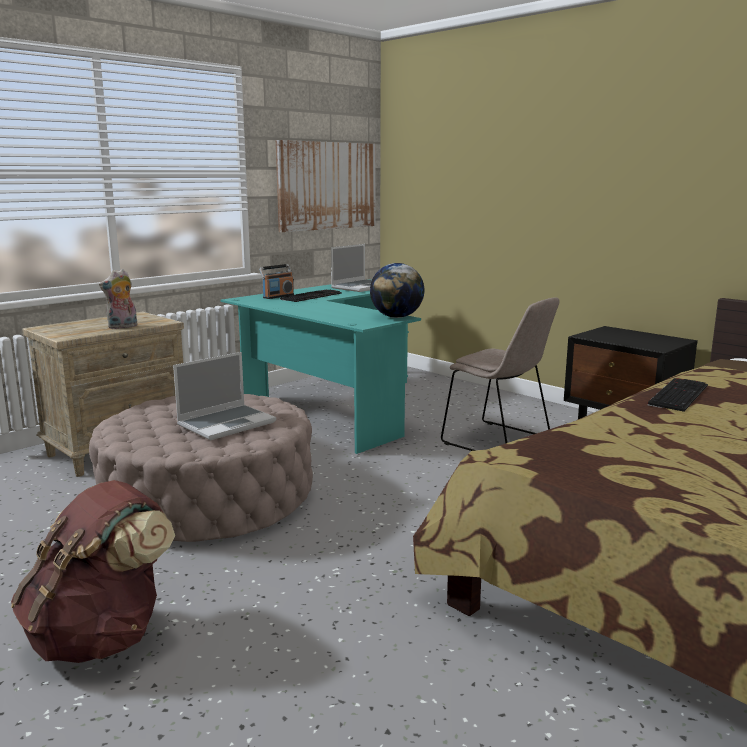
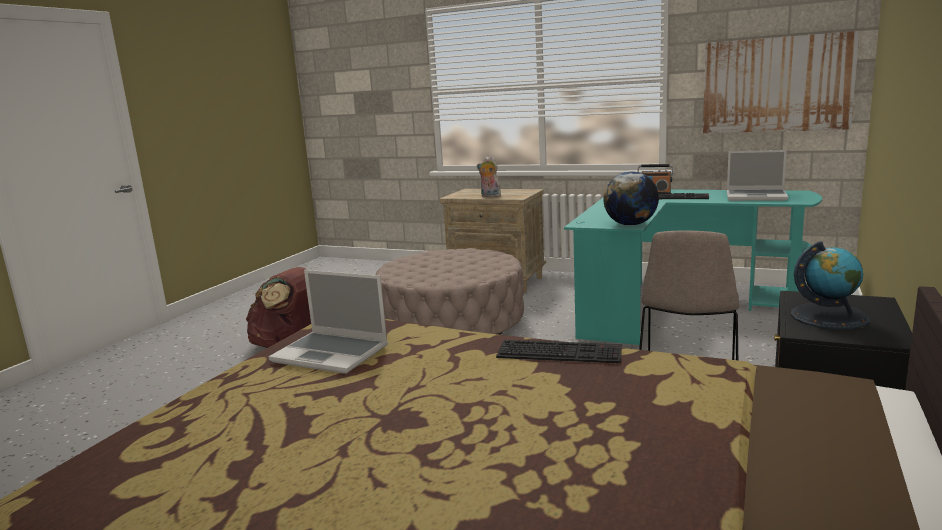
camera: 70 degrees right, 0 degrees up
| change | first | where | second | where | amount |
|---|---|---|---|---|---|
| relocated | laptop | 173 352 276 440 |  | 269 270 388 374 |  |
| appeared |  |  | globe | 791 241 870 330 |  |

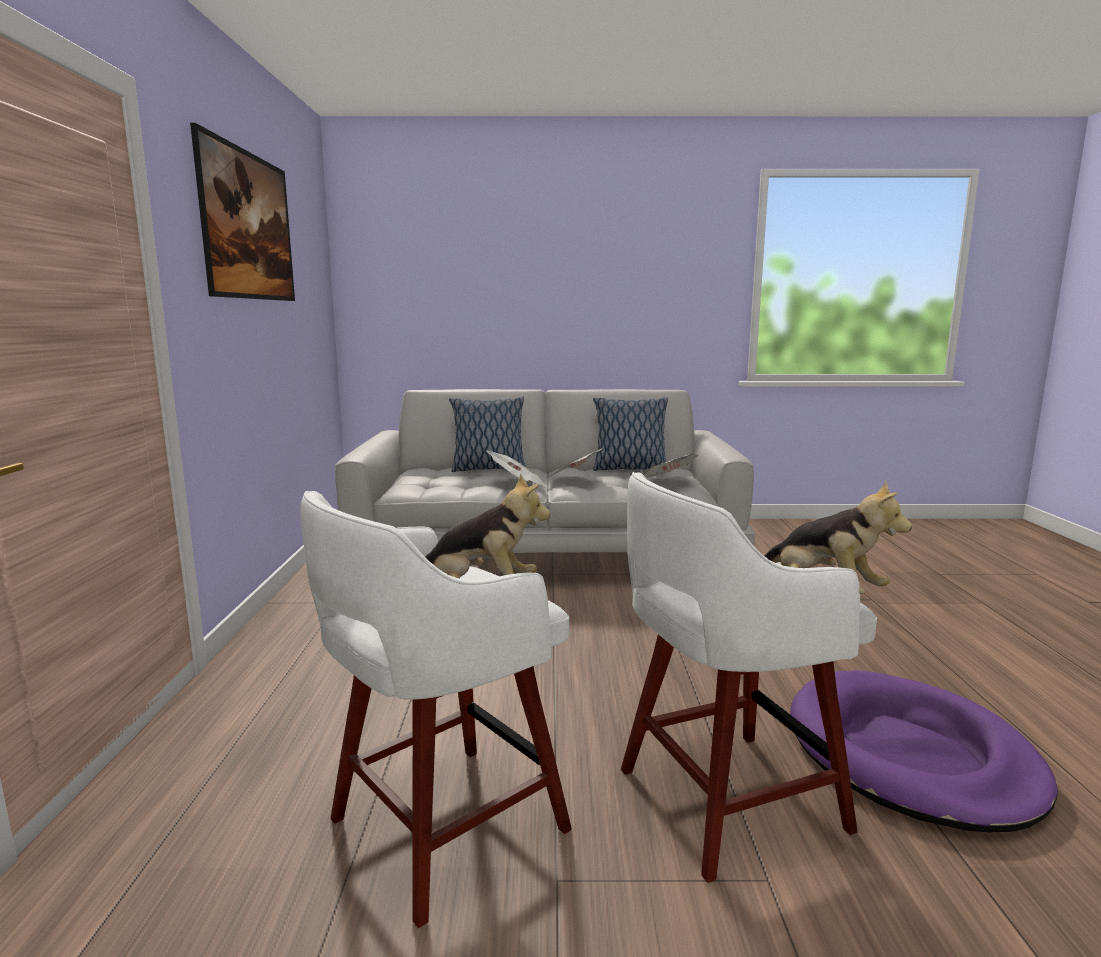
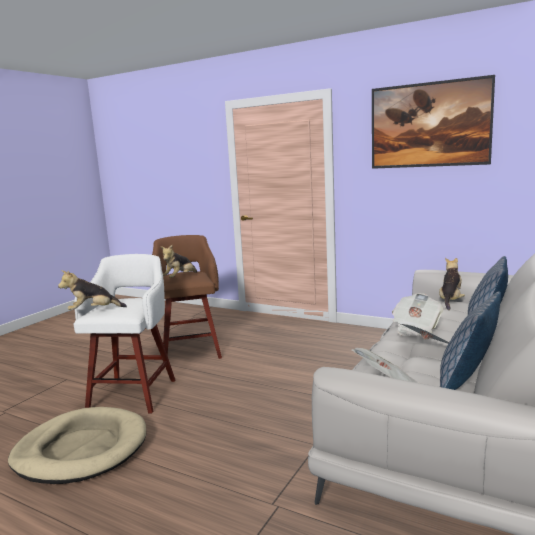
camera: 120 degrees right, 0 degrees up
| change | first | where | second | where | amount |
|---|---|---|---|---|---|
| colour | dog bed/purple | 790 670 1058 832 | dog bed/beige | 8 407 146 484 |  |
| colour | stool/white | 300 491 572 928 | stool/brown | 152 235 222 359 |  |
| appeared |  |  | plush toy | 439 258 465 310 |  |

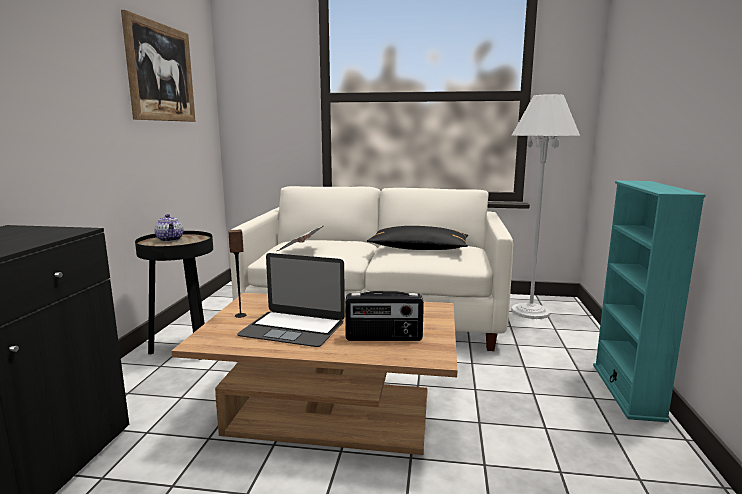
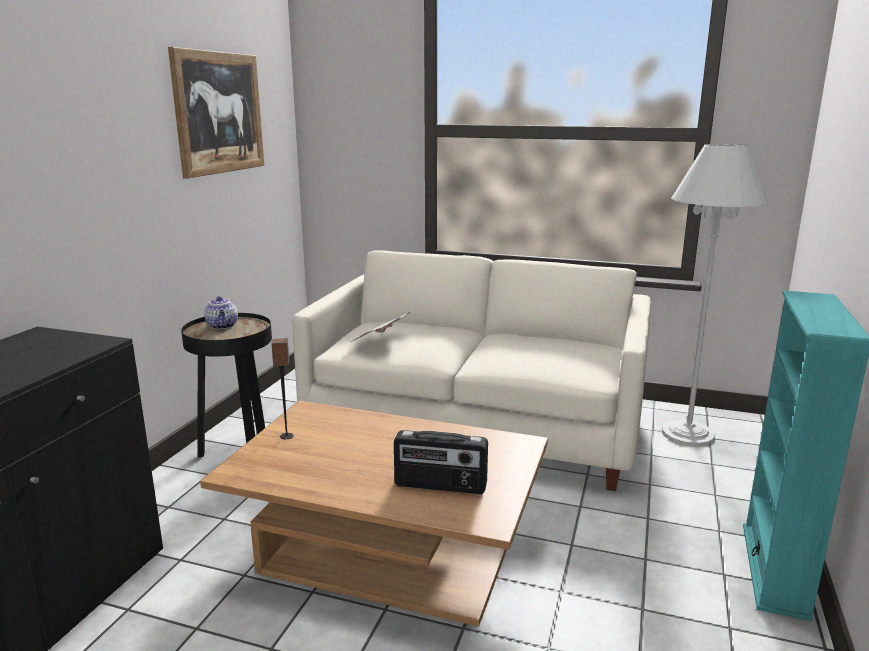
camera: 10 degrees right, 5 degrees up
| change | first | where | second | where | amount |
|---|---|---|---|---|---|
| missing | laptop | 237 253 345 347 |  |  |  |
| missing | pillow/black | 367 226 468 250 |  |  |  |

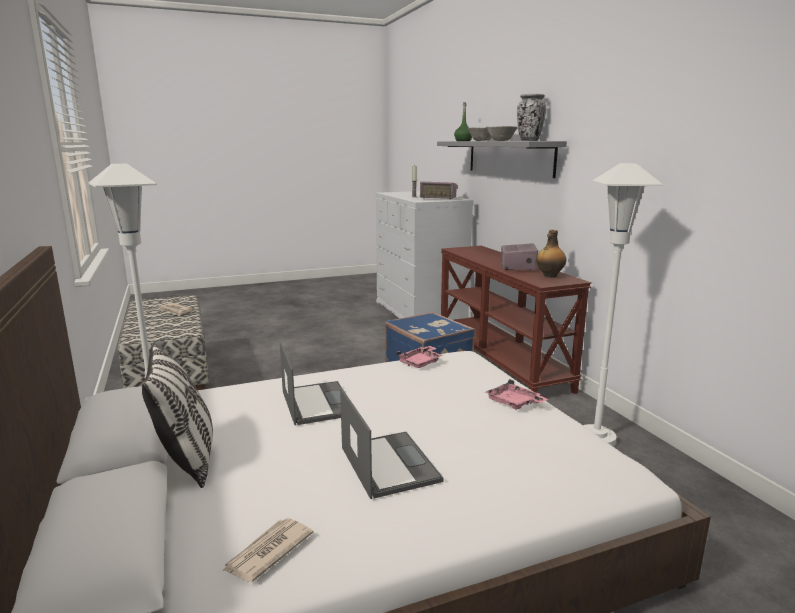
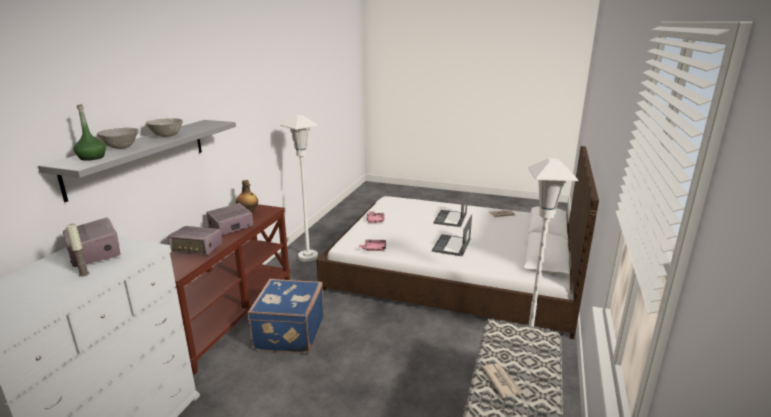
camera: 140 degrees left, 5 degrees up
| change | first | where | second | where | amount |
|---|---|---|---|---|---|
| appeared |  |  | radio | 168 226 222 255 |  |
| missing | pillow | 142 343 213 488 |  |  |  |
| missing | vase | 517 94 546 141 |  |  |  |

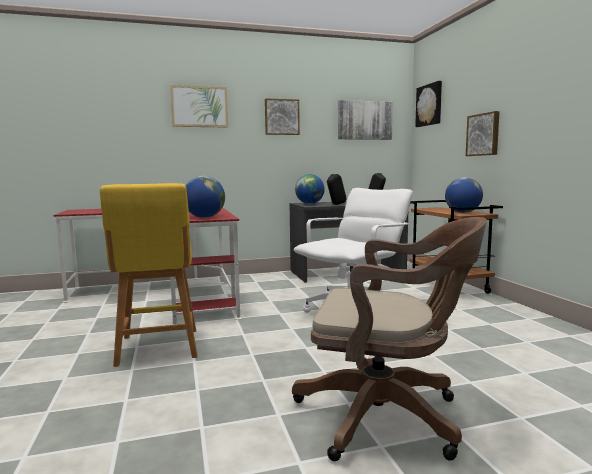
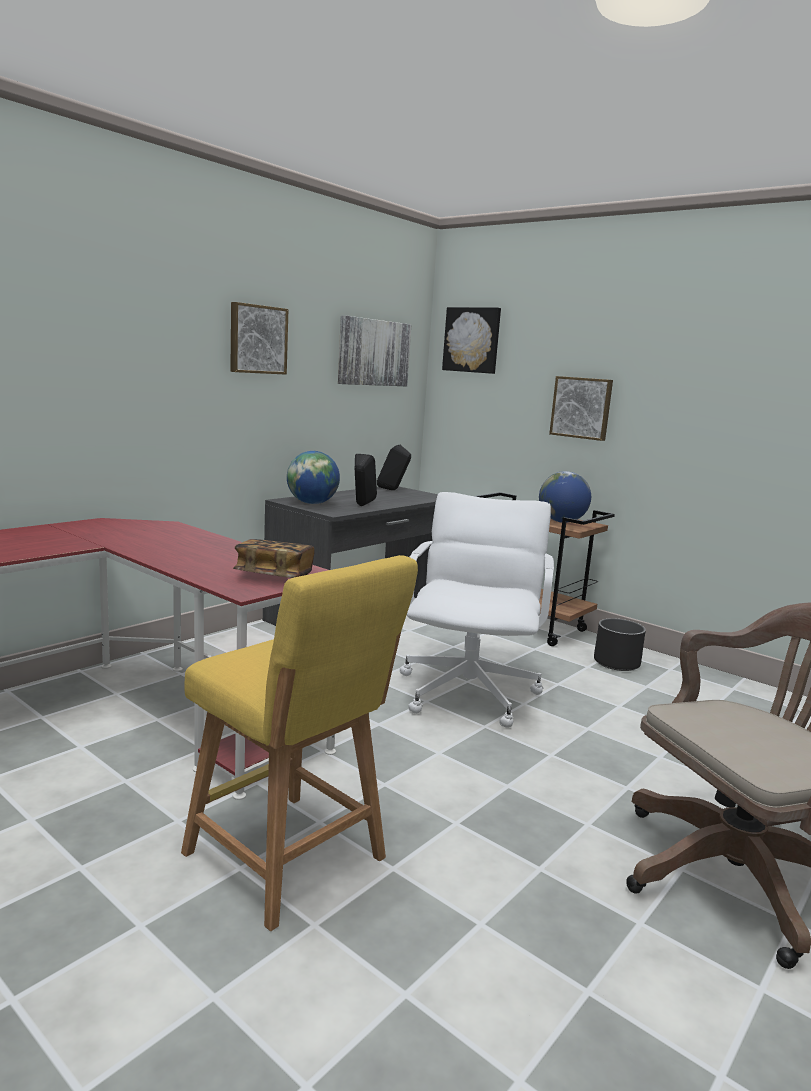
camera: 35 degrees left, 5 degrees up
| change | first | where | second | where | amount |
|---|---|---|---|---|---|
| exchanged | globe | 186 176 225 218 | book | 233 539 315 578 |  |
| appeared |  |  | planter/black | 594 618 646 671 |  |
| missing | picture | 170 85 228 128 |  |  |  |

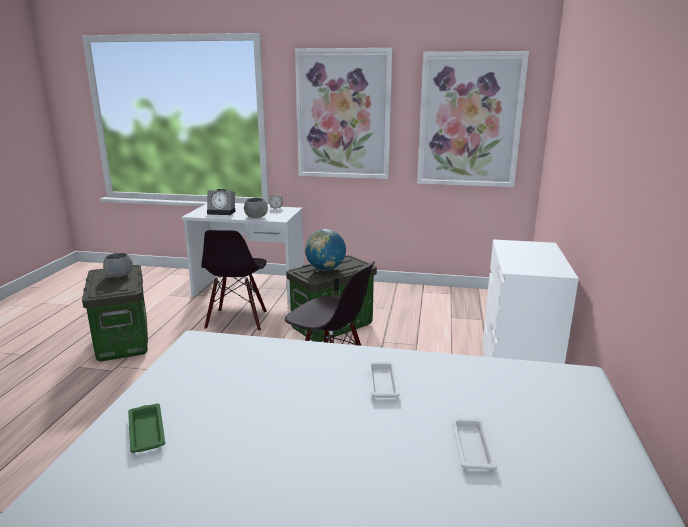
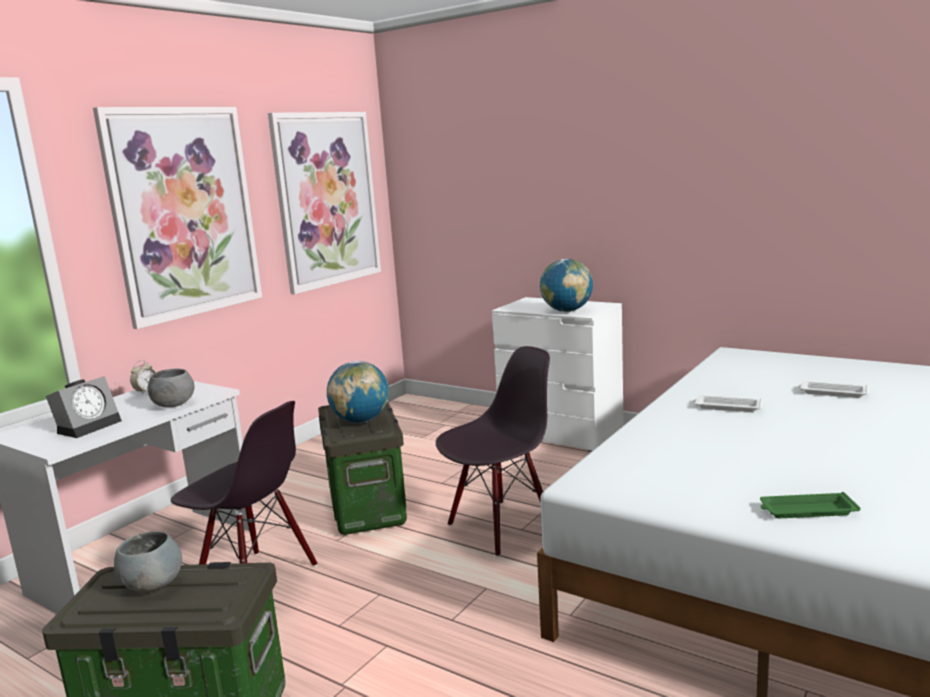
camera: 65 degrees left, 5 degrees down
| change | first | where | second | where | amount |
|---|---|---|---|---|---|
| appeared |  |  | globe | 540 259 593 312 |  |

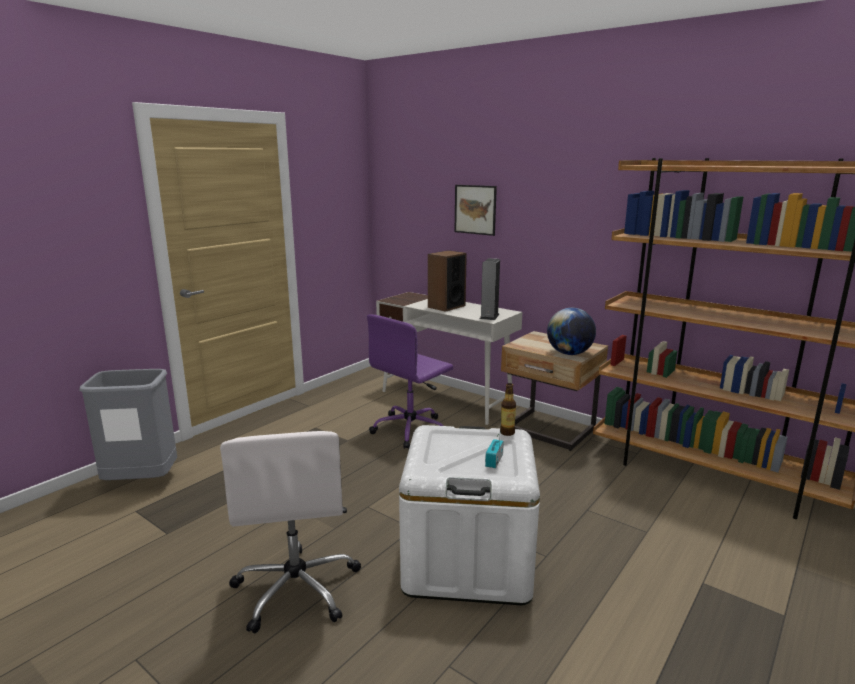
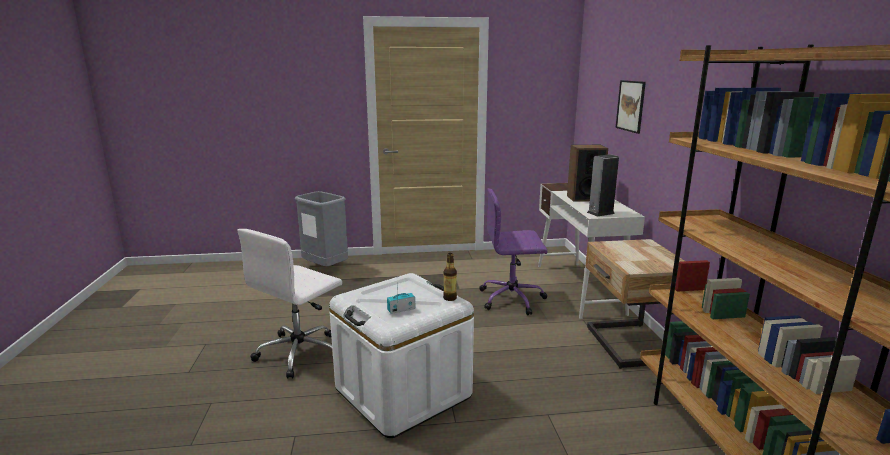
camera: 45 degrees right, 0 degrees up
| change | first | where | second | where | amount |
|---|---|---|---|---|---|
| missing | globe | 547 308 596 355 |  |  |  |

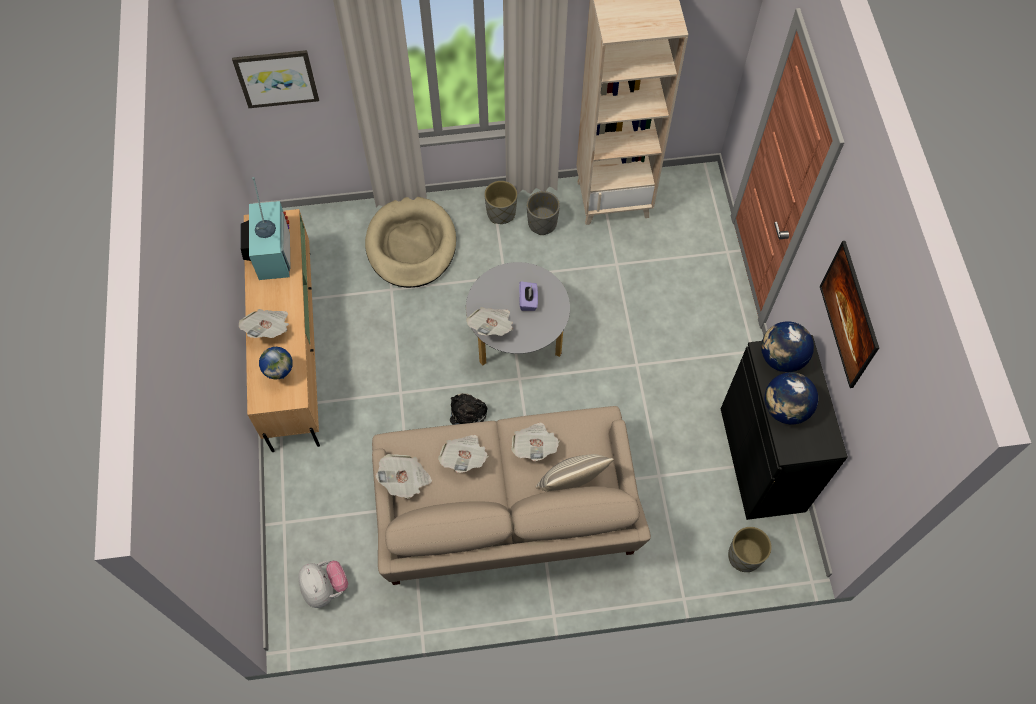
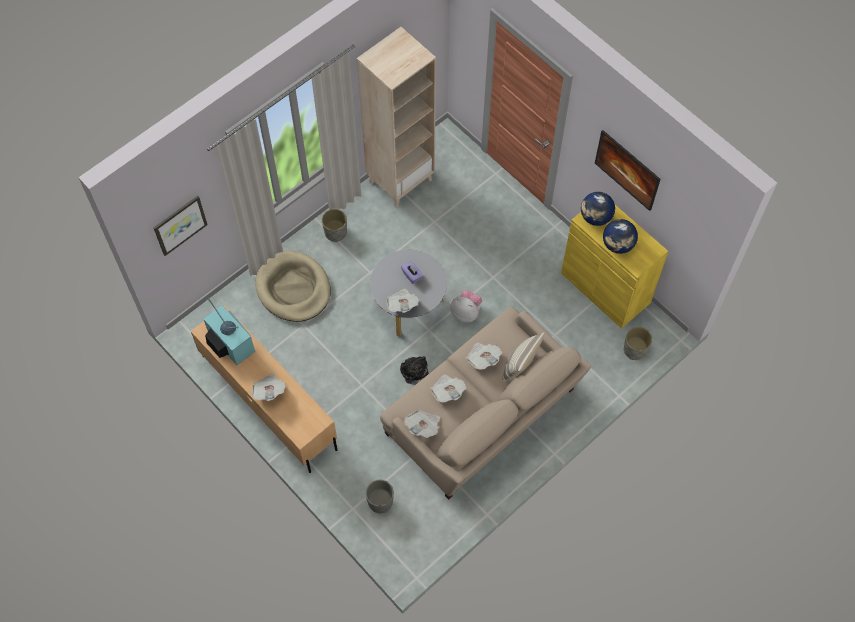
camera: 35 degrees left, 0 degrees up
| change | first | where | second | where | amount |
|---|---|---|---|---|---|
| relocated | planter/grey | 527 191 560 235 |  | 366 480 394 513 |  |
| relocated | plush toy | 299 561 348 608 |  | 450 290 482 323 |  |
| colour | cabinet/black | 721 335 848 520 | cabinet/yellow | 561 205 668 329 |  |
| missing | globe | 259 347 293 380 |  |  |  |

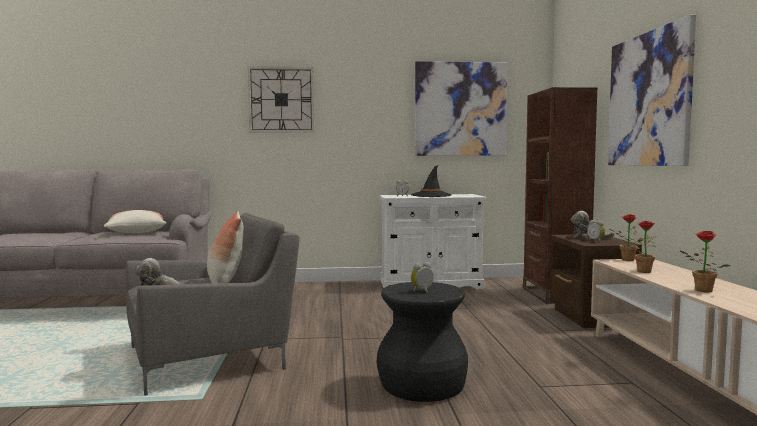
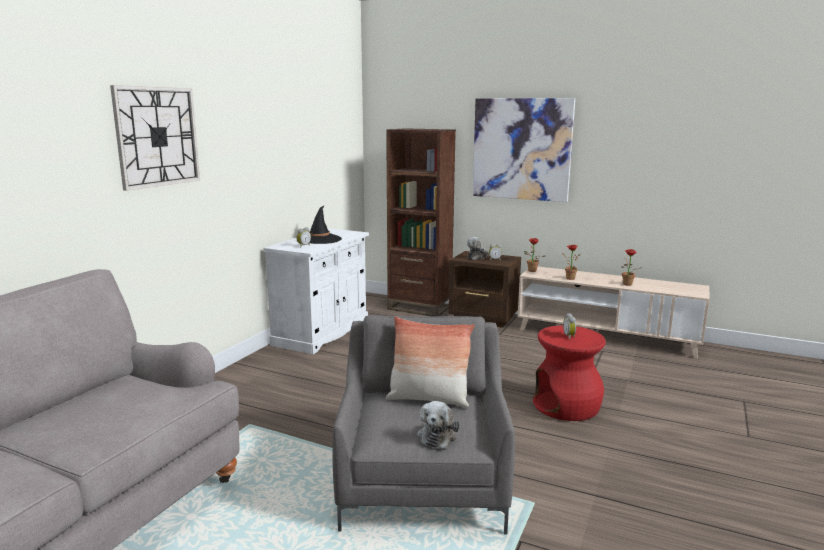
camera: 60 degrees left, 10 degrees up
| change | first | where | second | where | amount |
|---|---|---|---|---|---|
| colour | stool/black | 377 282 468 402 | stool/red | 533 325 606 421 |  |
| missing | pillow | 104 210 166 233 |  |  |  |
| missing | picture | 415 61 507 156 |  |  |  |

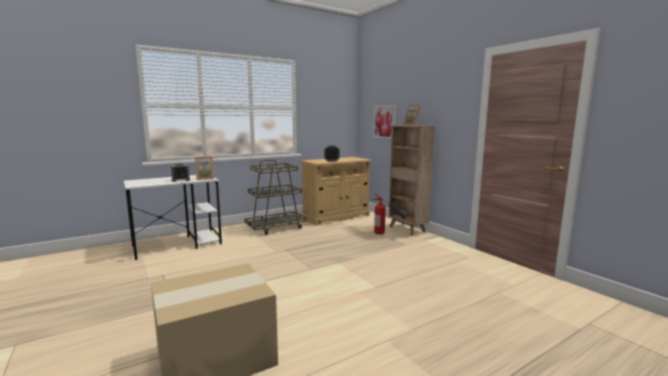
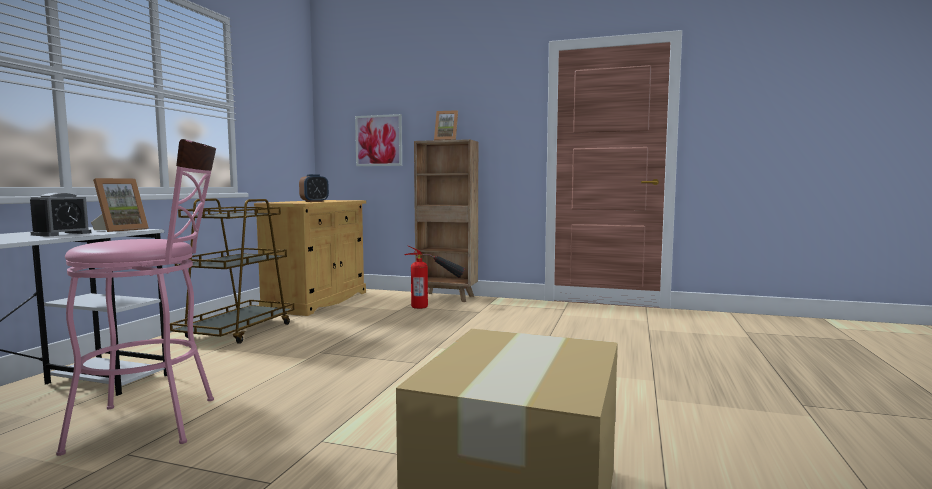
camera: 40 degrees left, 5 degrees down
| change | first | where | second | where | amount |
|---|---|---|---|---|---|
| appeared |  |  | stool/pink | 56 139 216 456 |  |

